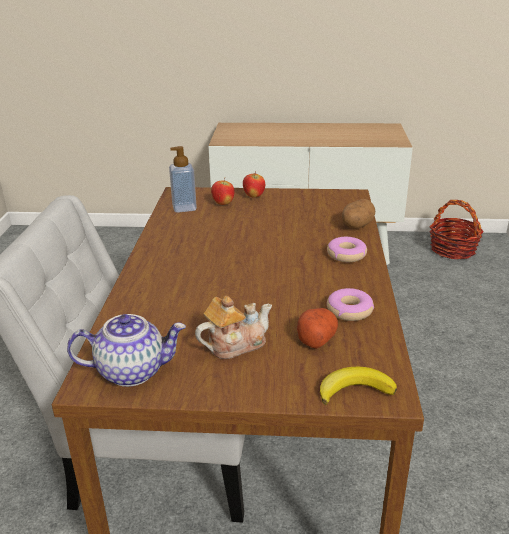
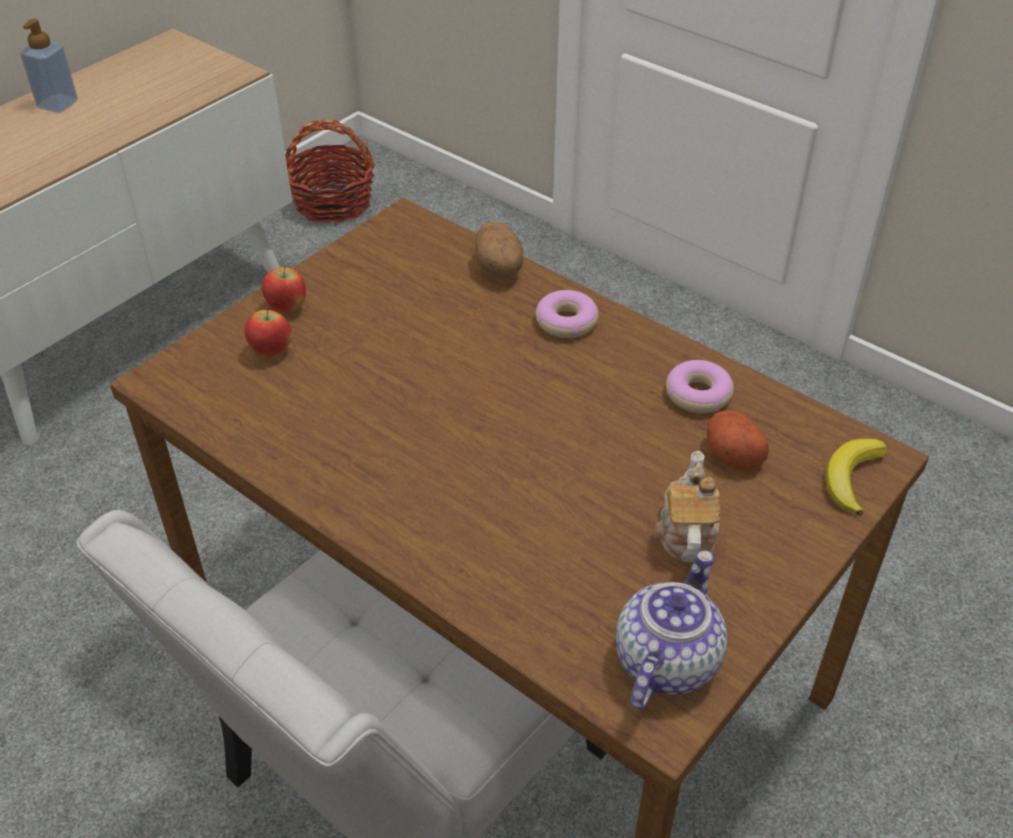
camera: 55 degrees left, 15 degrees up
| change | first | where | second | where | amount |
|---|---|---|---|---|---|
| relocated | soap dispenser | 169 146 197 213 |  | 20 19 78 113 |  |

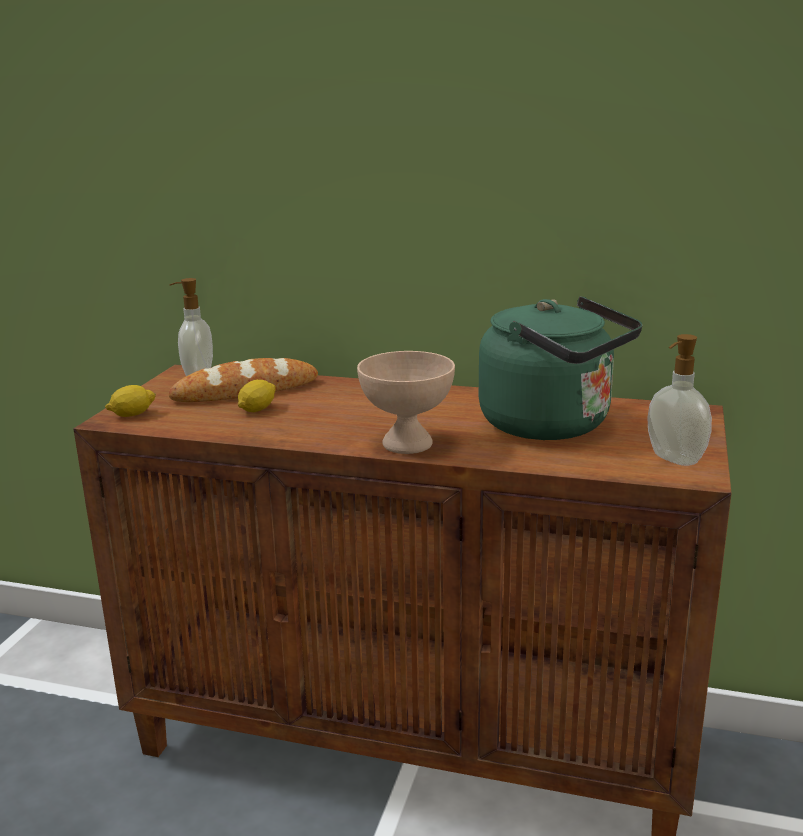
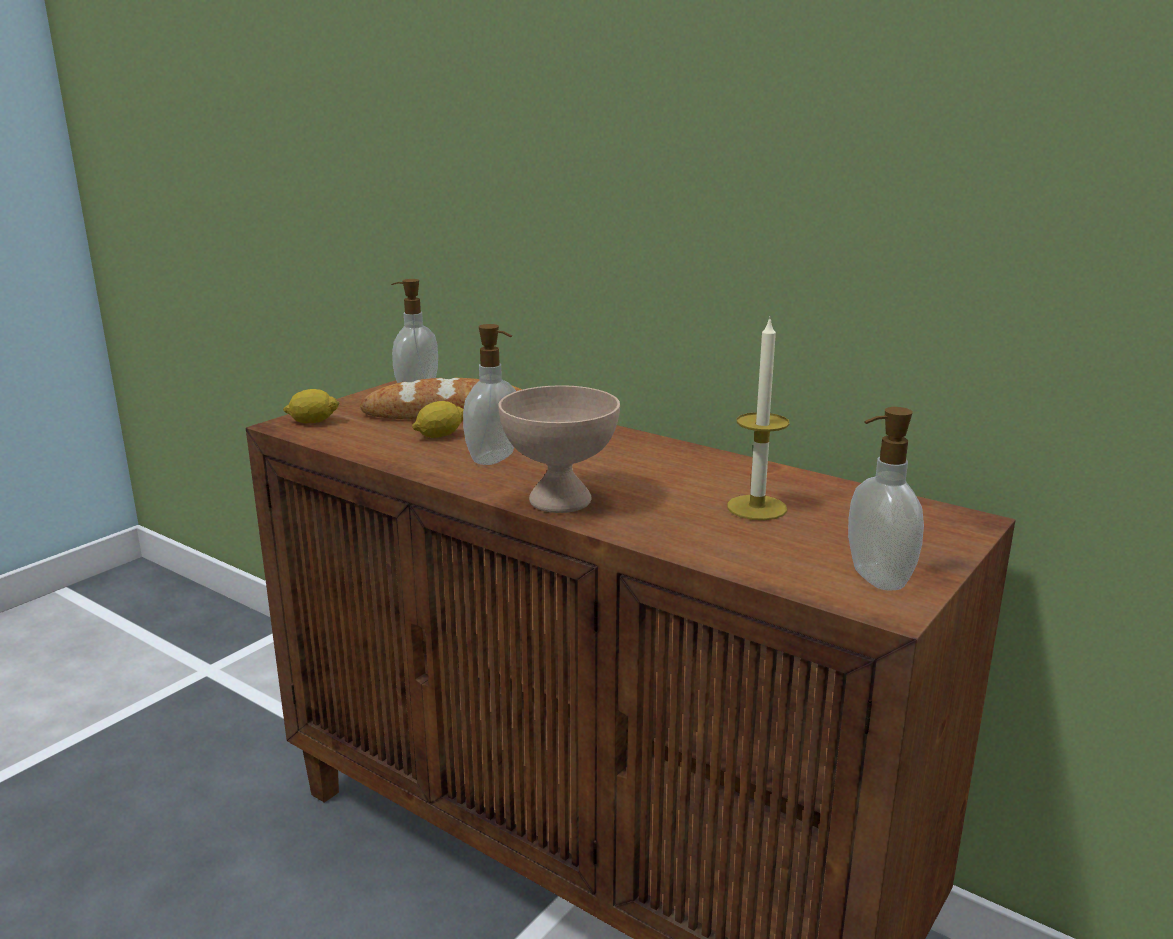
camera: 20 degrees right, 0 degrees up
| change | first | where | second | where | amount |
|---|---|---|---|---|---|
| appeared |  |  | soap dispenser | 463 324 516 465 |  |
| exchanged | kettle/green | 479 296 642 440 | candle | 727 318 790 520 |  |

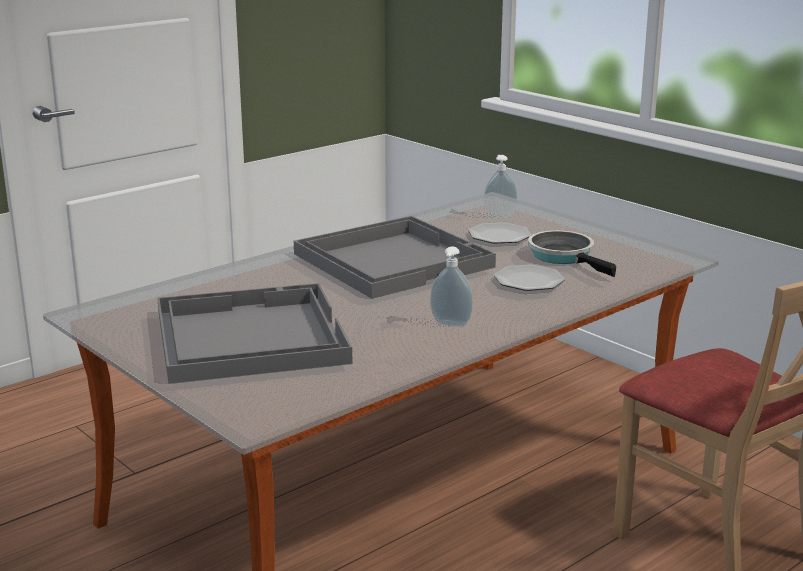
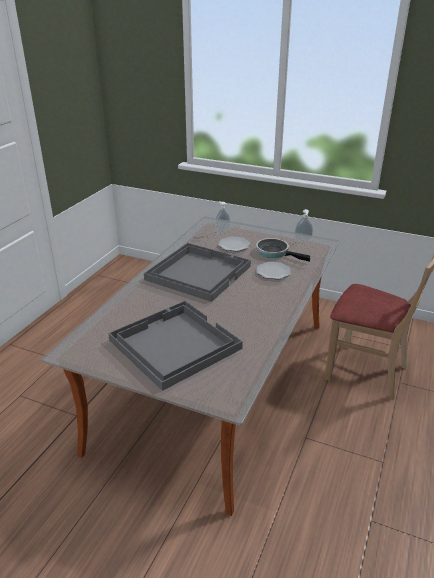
camera: 25 degrees left, 10 degrees up
| change | first | where | second | where | amount |
|---|---|---|---|---|---|
| relocated | soap dispenser | 430 246 473 326 |  | 295 209 313 242 |  |

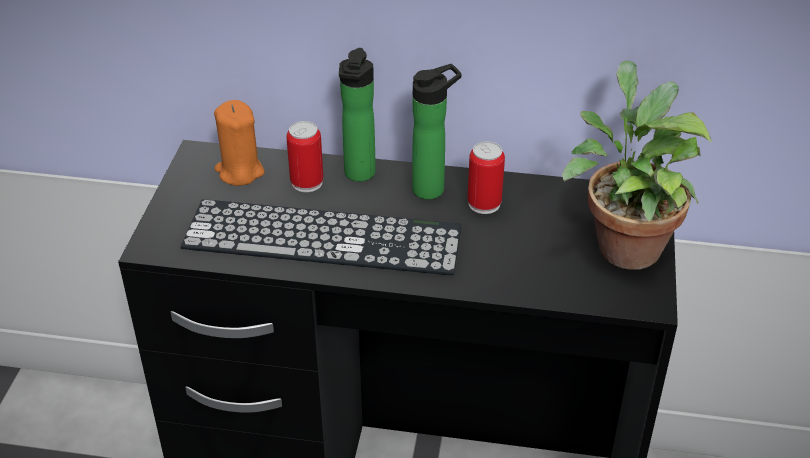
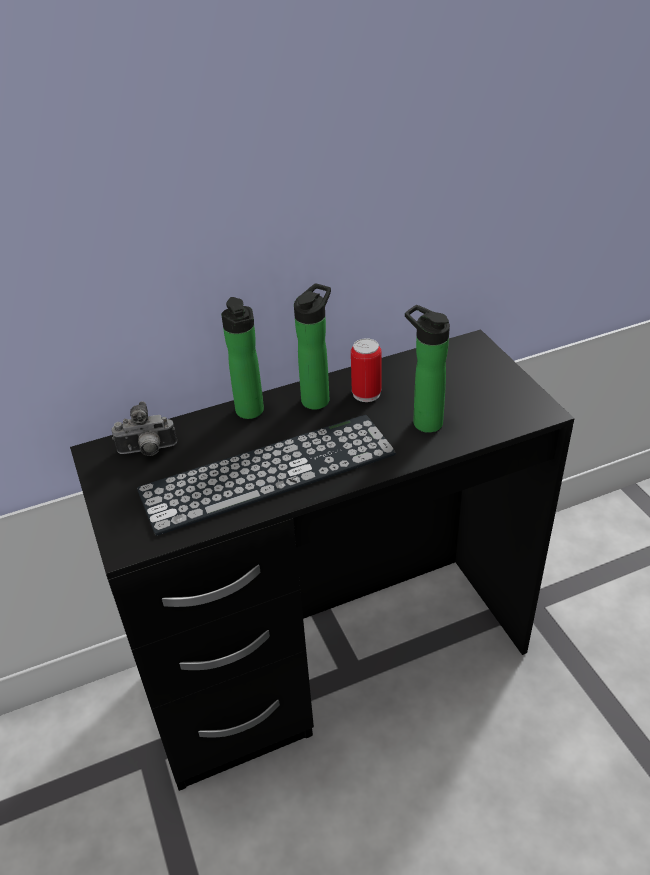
camera: 30 degrees left, 0 degrees up
| change | first | where | second | where | amount |
|---|---|---|---|---|---|
| exchanged | candle/orange | 214 100 265 186 | photo camera | 111 401 177 456 |  |
| appeared |  |  | bottle | 405 305 450 433 |  |
| missing | can | 286 121 324 192 |  |  |  |
| missing | potted plant | 562 60 712 270 |  |  |  |

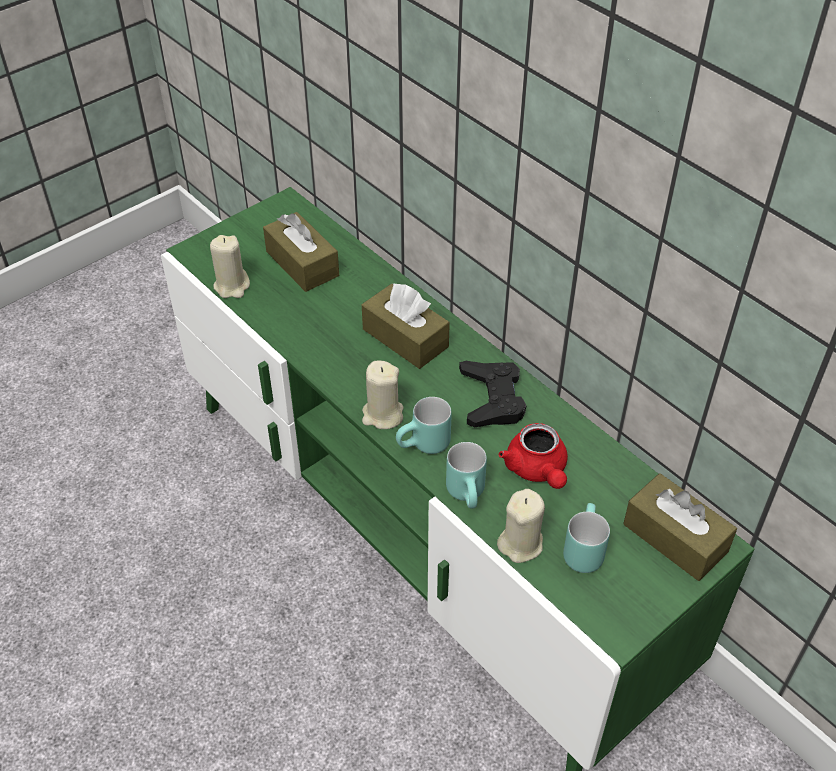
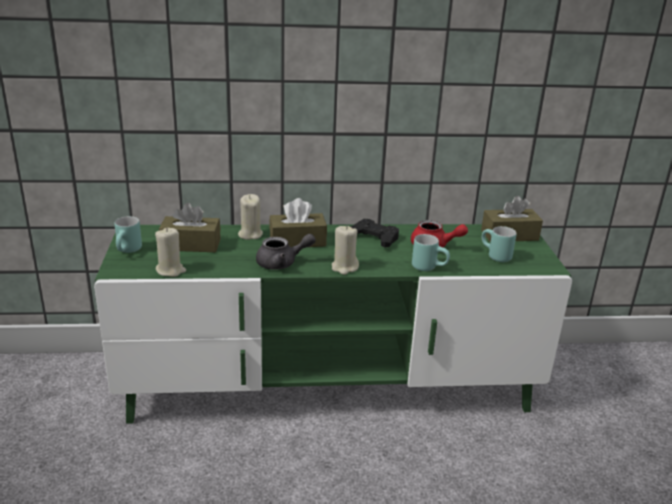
camera: 55 degrees left, 20 degrees down
| change | first | where | second | where | amount |
|---|---|---|---|---|---|
| relocated | mug/turquoise | 396 397 452 454 |  | 115 216 142 253 |  |
| relocated | candle/beige | 497 489 545 563 |  | 238 194 263 240 |  |
| appeared |  |  | teapot/grey | 256 234 316 270 |  |

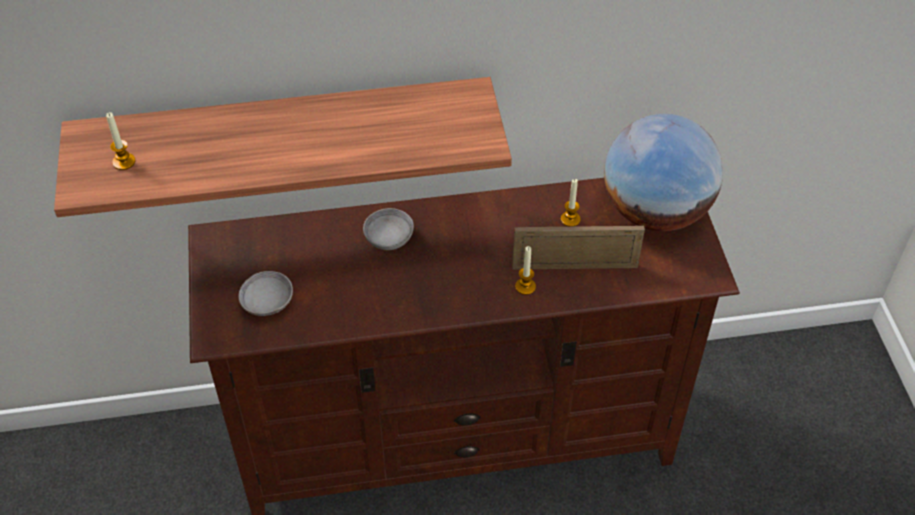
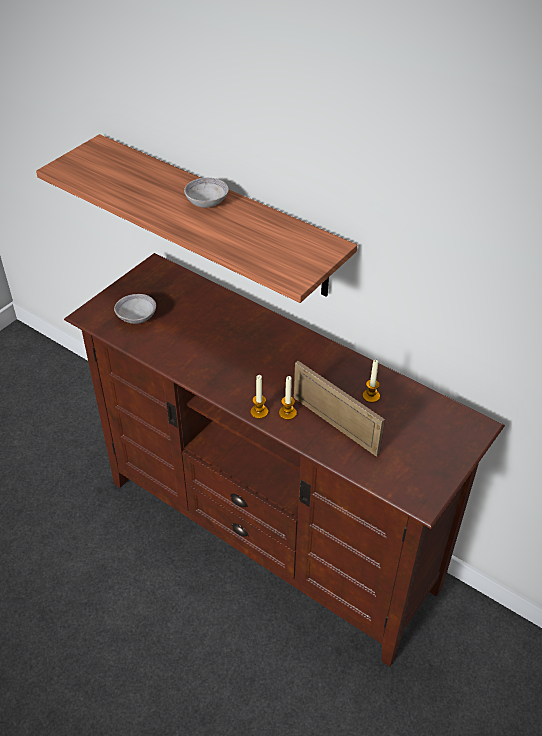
camera: 45 degrees right, 5 degrees down
| change | first | where | second | where | amount |
|---|---|---|---|---|---|
| relocated | bowl/grey | 363 208 414 250 |  | 184 177 229 208 |  |
| relocated | candle | 106 112 135 170 |  | 251 375 268 419 |  |
| missing | globe | 604 114 723 231 |  |  |  |

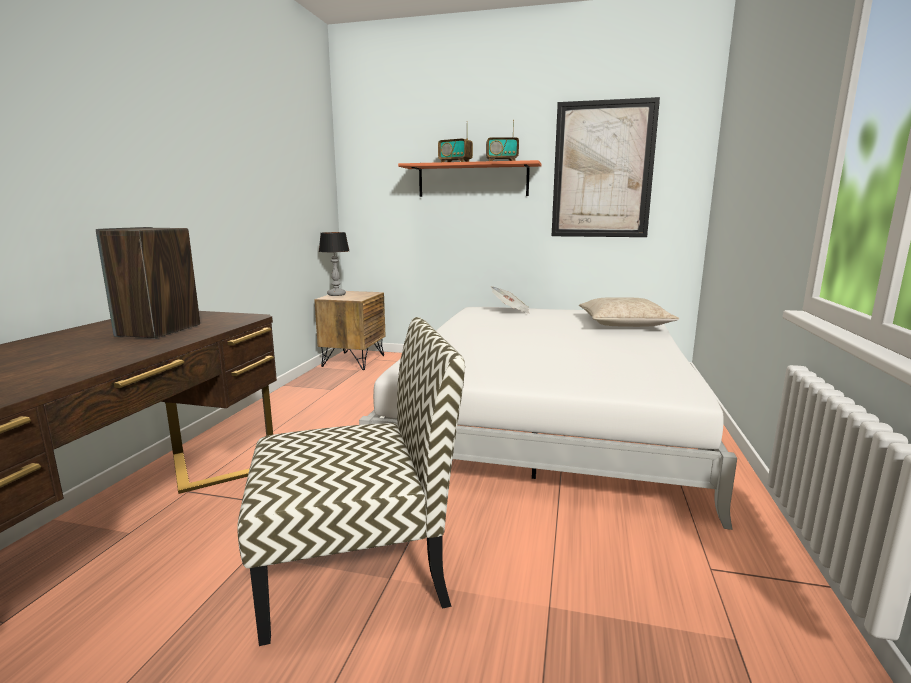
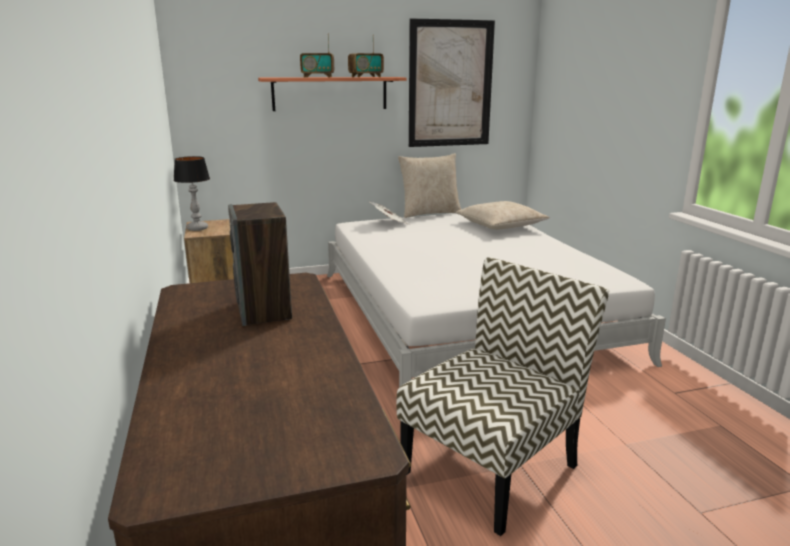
camera: 30 degrees left, 5 degrees up
| change | first | where | second | where | amount |
|---|---|---|---|---|---|
| appeared |  |  | pillow/beige | 398 153 461 218 |  |

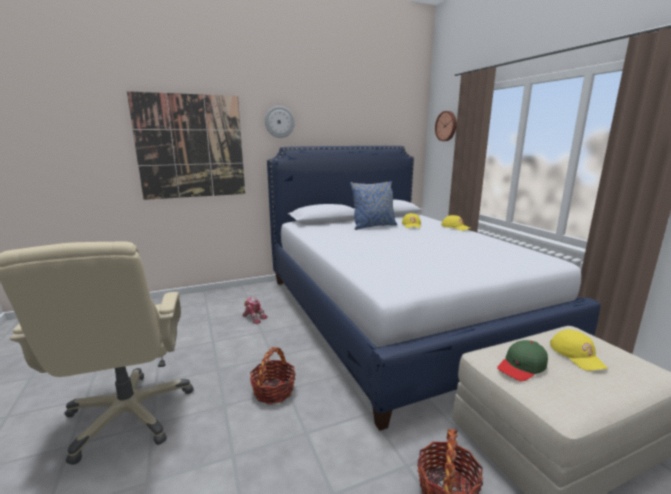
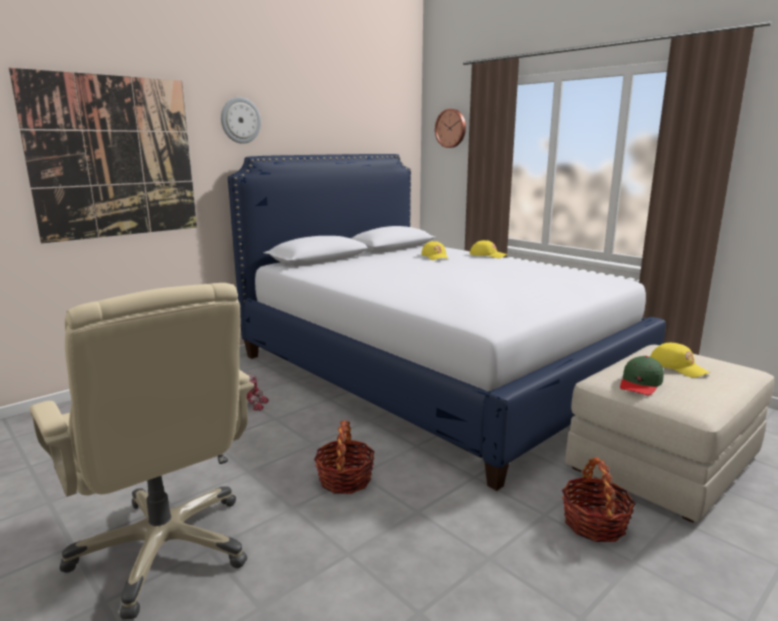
camera: 20 degrees left, 0 degrees up
| change | first | where | second | where | amount |
|---|---|---|---|---|---|
| missing | pillow/blue | 350 181 397 230 |  |  |  |

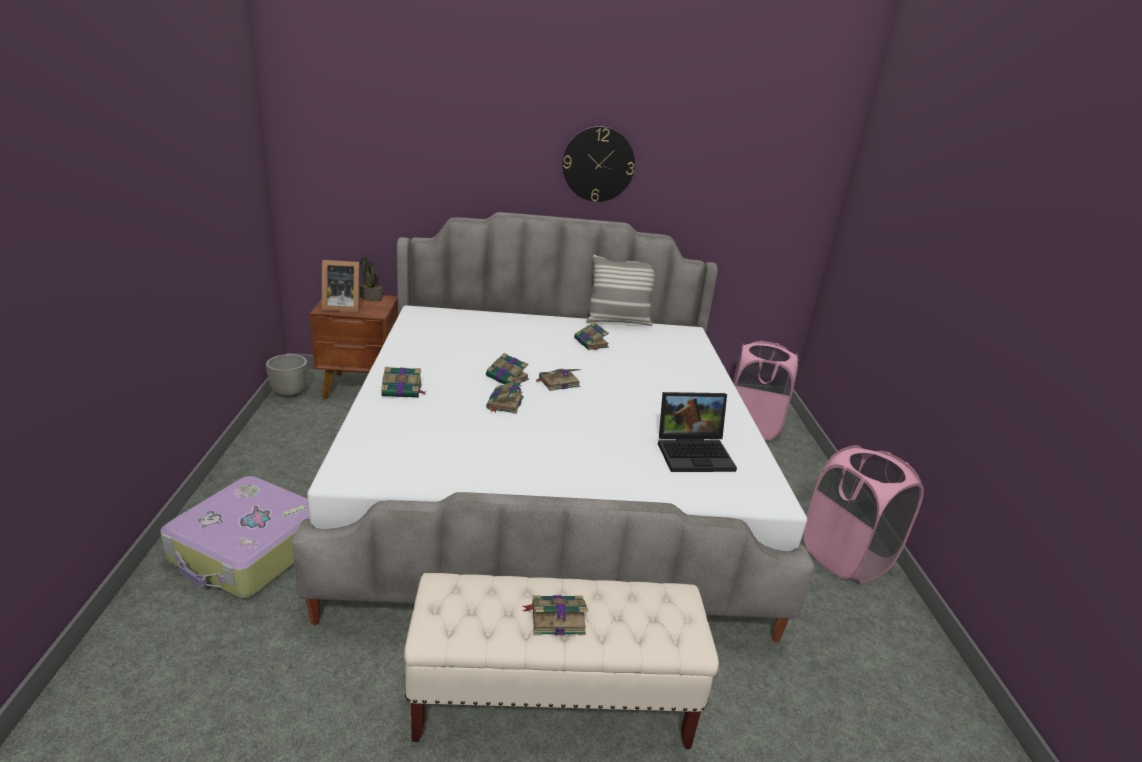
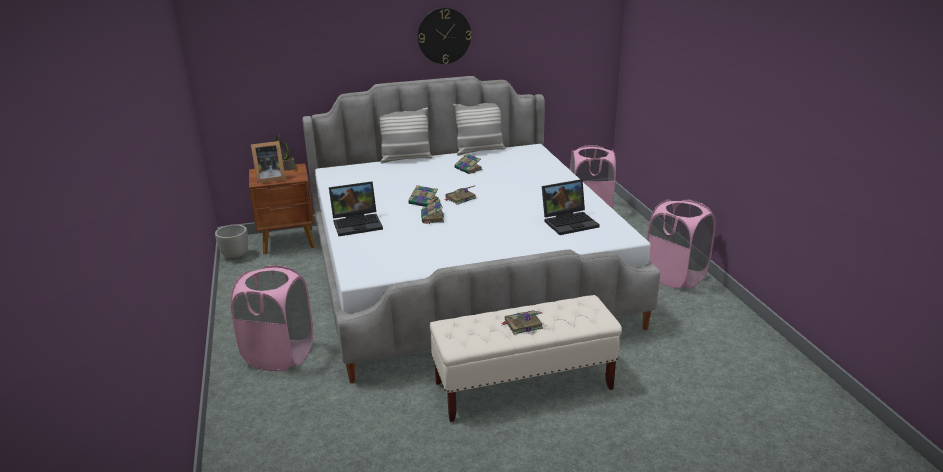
camera: 10 degrees left, 0 degrees up
| change | first | where | second | where | amount |
|---|---|---|---|---|---|
| exchanged | suitcase | 160 476 310 598 | laundry basket/pink | 231 265 313 371 |  |
| exchanged | book | 381 367 425 398 | laptop | 329 181 383 236 |  |
| appeared |  |  | pillow | 379 107 433 164 |  |

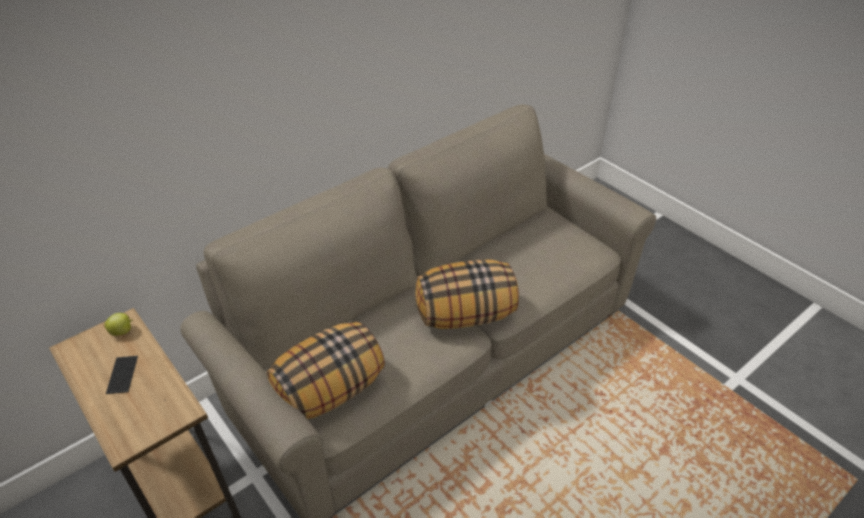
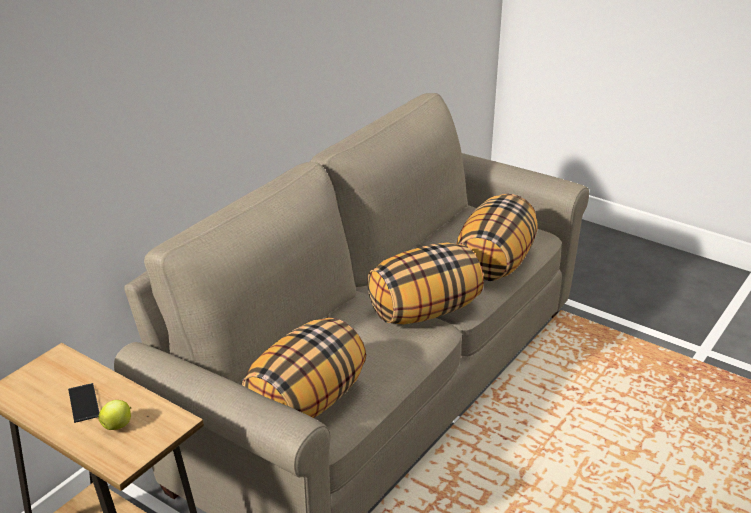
camera: 15 degrees left, 10 degrees down
| change | first | where | second | where | amount |
|---|---|---|---|---|---|
| relocated | apple | 104 313 133 336 |  | 98 400 131 430 |  |
| appeared |  |  | pillow | 456 194 538 281 |  |

